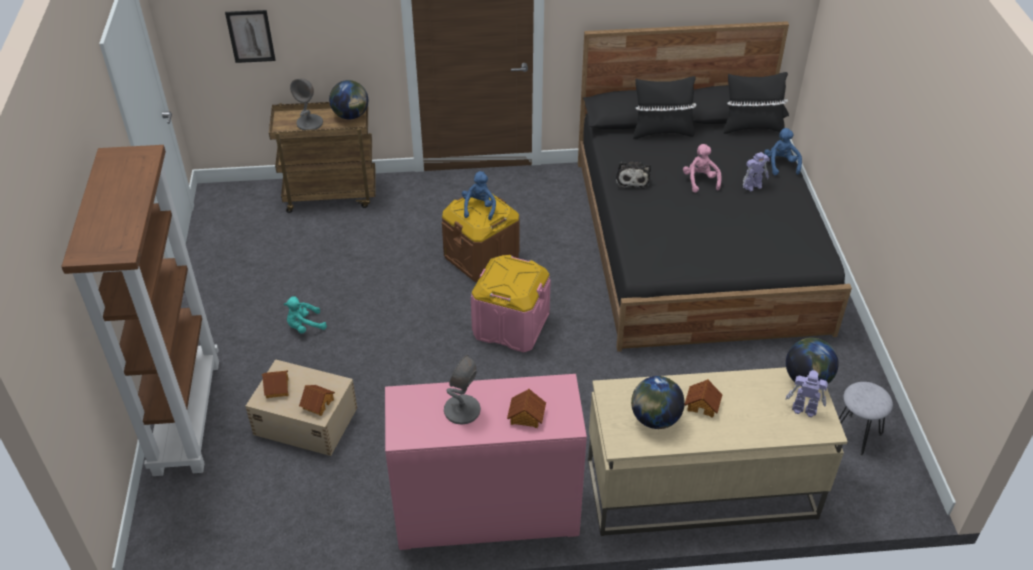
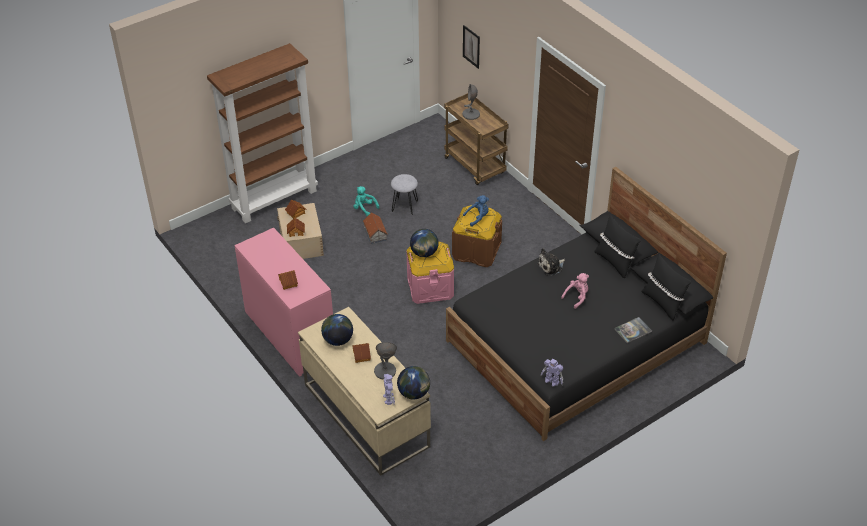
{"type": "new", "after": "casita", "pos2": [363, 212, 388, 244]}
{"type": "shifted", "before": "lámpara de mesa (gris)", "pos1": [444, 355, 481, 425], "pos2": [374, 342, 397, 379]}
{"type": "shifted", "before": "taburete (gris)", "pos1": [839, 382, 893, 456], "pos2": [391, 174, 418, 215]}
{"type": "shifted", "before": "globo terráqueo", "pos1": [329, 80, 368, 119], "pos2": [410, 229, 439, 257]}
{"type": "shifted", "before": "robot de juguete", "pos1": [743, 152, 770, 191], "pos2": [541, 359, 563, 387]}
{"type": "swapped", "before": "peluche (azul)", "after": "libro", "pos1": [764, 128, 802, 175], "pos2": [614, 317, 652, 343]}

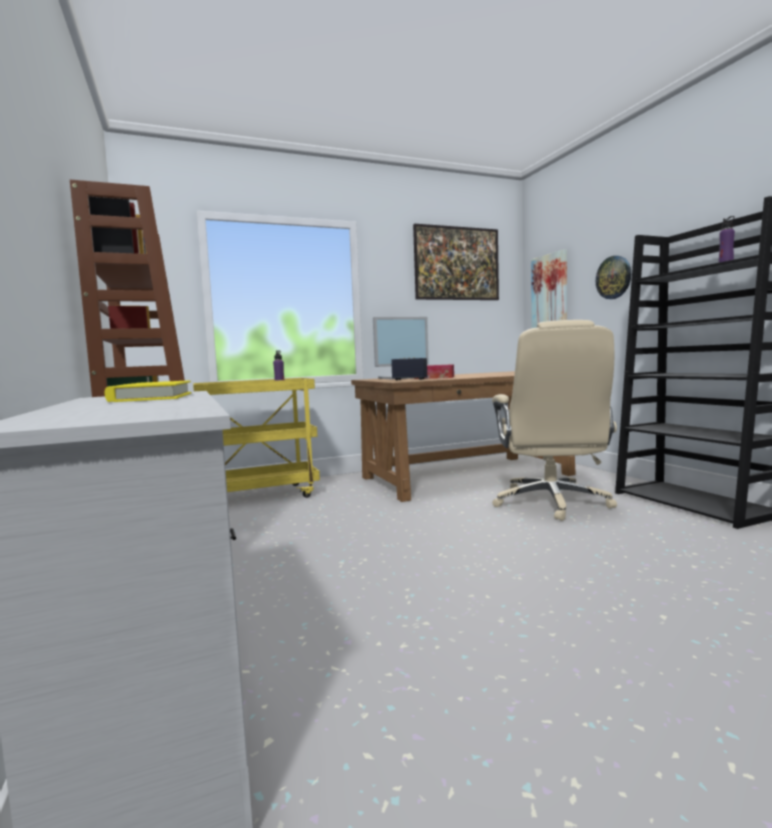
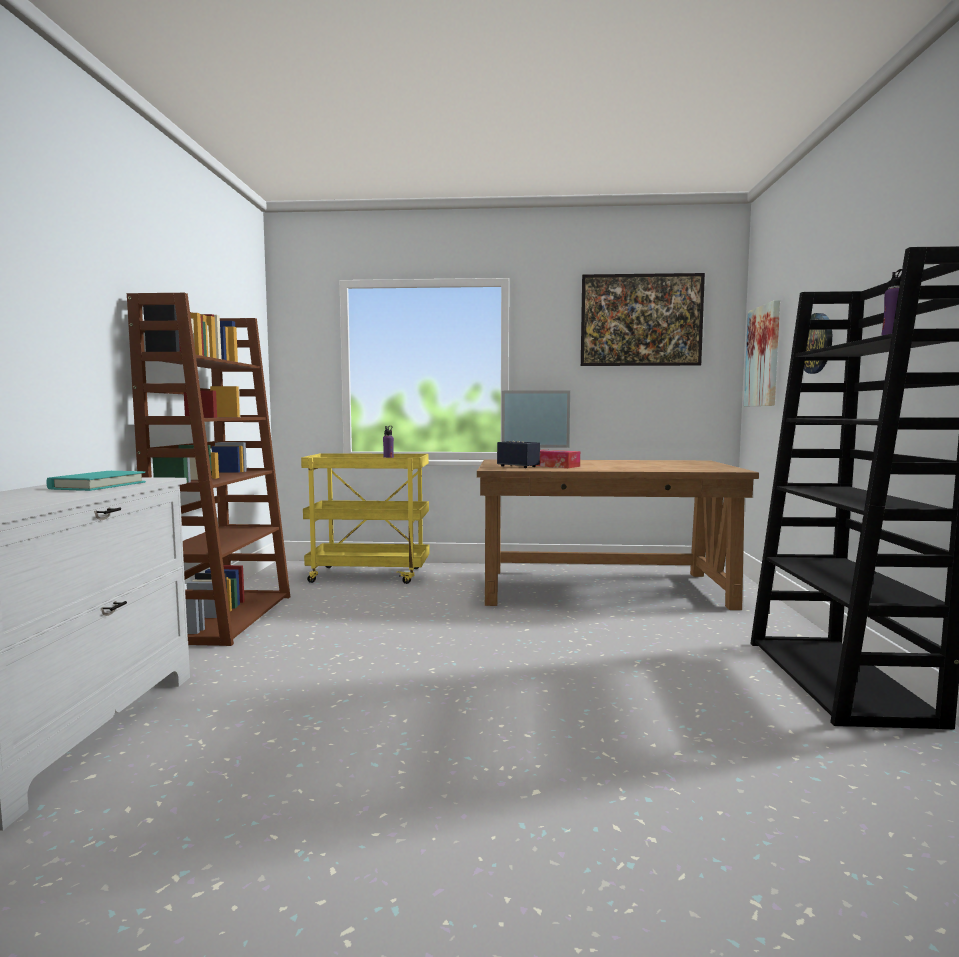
{"type": "repainted", "before": "libro (amarillo)", "after": "libro (turquesa)", "pos1": [105, 380, 192, 402], "pos2": [46, 471, 146, 491]}
{"type": "gone", "before": "silla de oficina (beis)", "pos1": [492, 320, 617, 521]}

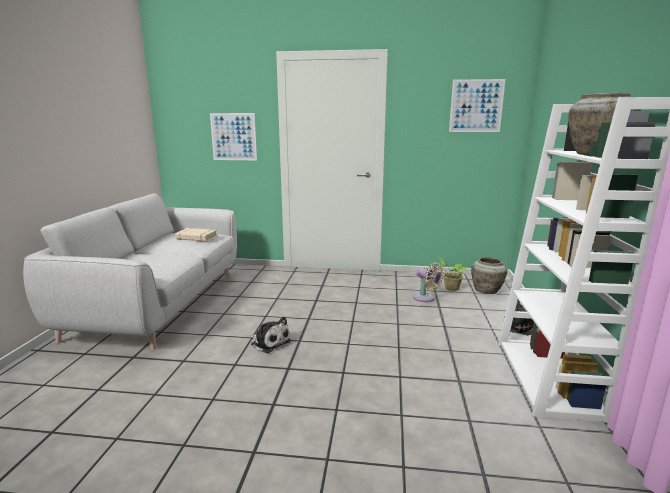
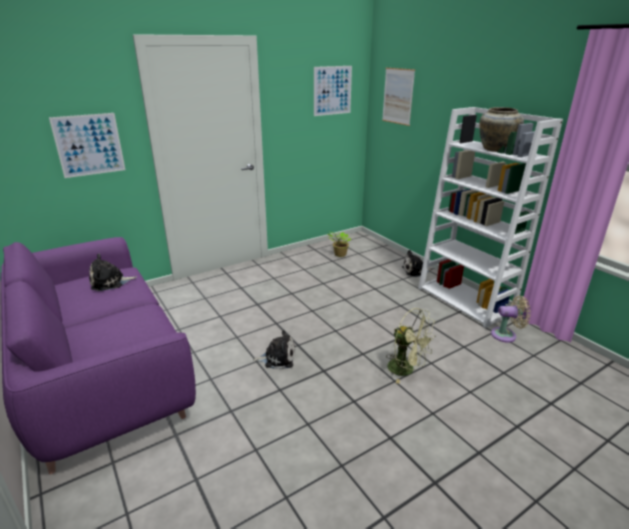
{"type": "repainted", "before": "sofá (gris)", "after": "sofá (morado)", "pos1": [23, 193, 237, 350], "pos2": [1, 237, 196, 474]}
{"type": "swapped", "before": "libro (beis)", "after": "peluche", "pos1": [175, 228, 217, 241], "pos2": [89, 254, 137, 291]}
{"type": "new", "after": "cuadro", "pos2": [382, 68, 415, 126]}
{"type": "new", "after": "ventilador (verde)", "pos2": [386, 308, 436, 384]}
{"type": "shifted", "before": "ventilador (beis)", "pos1": [413, 262, 444, 302], "pos2": [491, 296, 531, 343]}
{"type": "gone", "before": "florero (beis)", "pos1": [471, 257, 507, 294]}

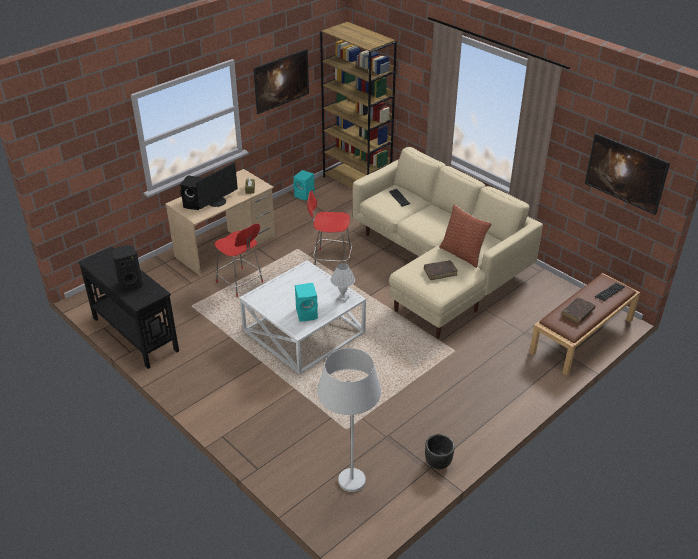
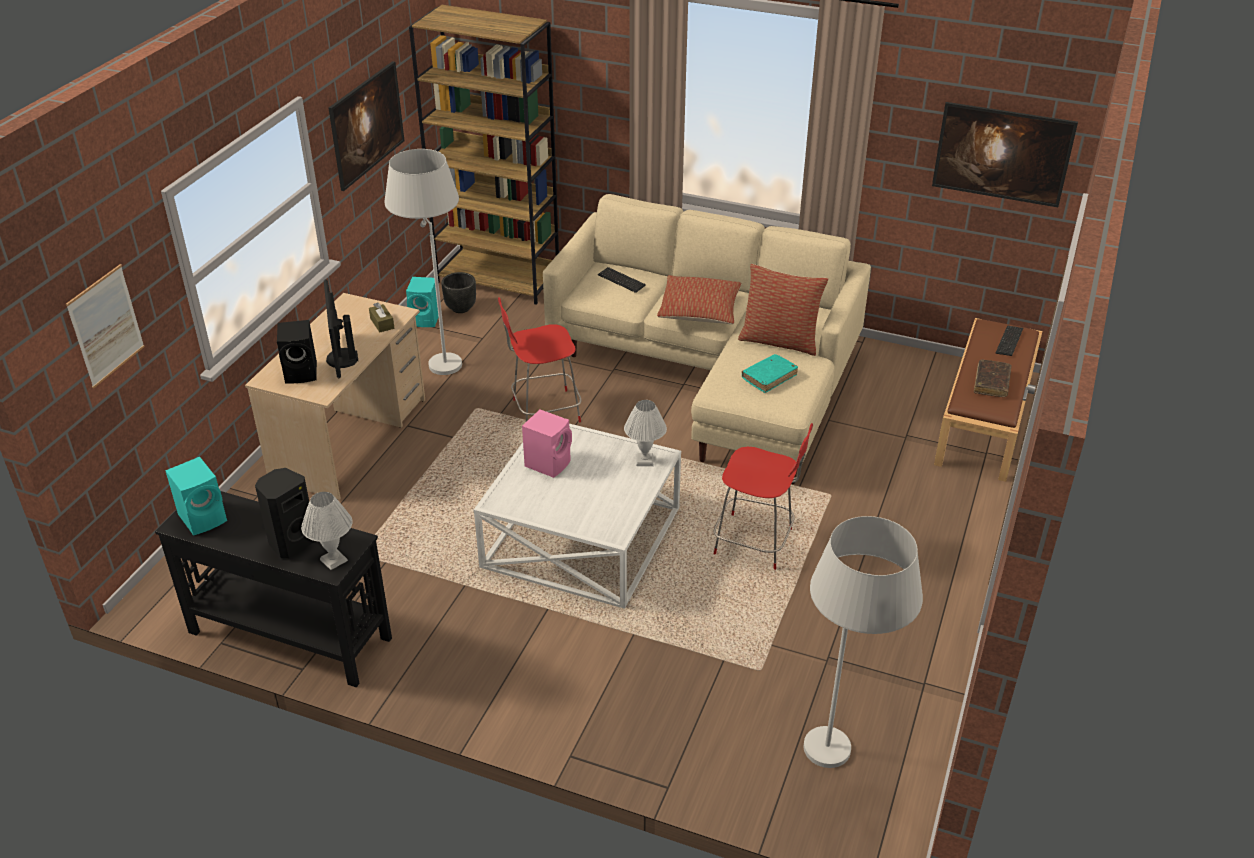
{"type": "new", "after": "cuadro", "pos2": [66, 264, 145, 388]}
{"type": "shifted", "before": "altavoz (turquesa)", "pos1": [295, 283, 318, 321], "pos2": [165, 457, 227, 536]}
{"type": "new", "after": "lámpara de mesa (blanco)", "pos2": [301, 492, 352, 570]}
{"type": "rotated", "before": "monitor", "pos1": [196, 162, 238, 209], "pos2": [324, 279, 358, 378], "turn": 150}
{"type": "new", "after": "lámpara de pie (blanco)", "pos2": [385, 149, 462, 375]}
{"type": "shifted", "before": "maceta (negro)", "pos1": [425, 434, 455, 469], "pos2": [441, 272, 476, 313]}
{"type": "new", "after": "altavoz (rosa)", "pos2": [522, 409, 572, 478]}
{"type": "new", "after": "cojín", "pos2": [657, 275, 742, 324]}
{"type": "shifted", "before": "silla (rojo)", "pos1": [214, 223, 263, 297], "pos2": [714, 423, 813, 570]}
{"type": "repainted", "before": "libro (marrón)", "after": "libro (turquesa)", "pos1": [424, 260, 458, 280], "pos2": [742, 354, 798, 393]}

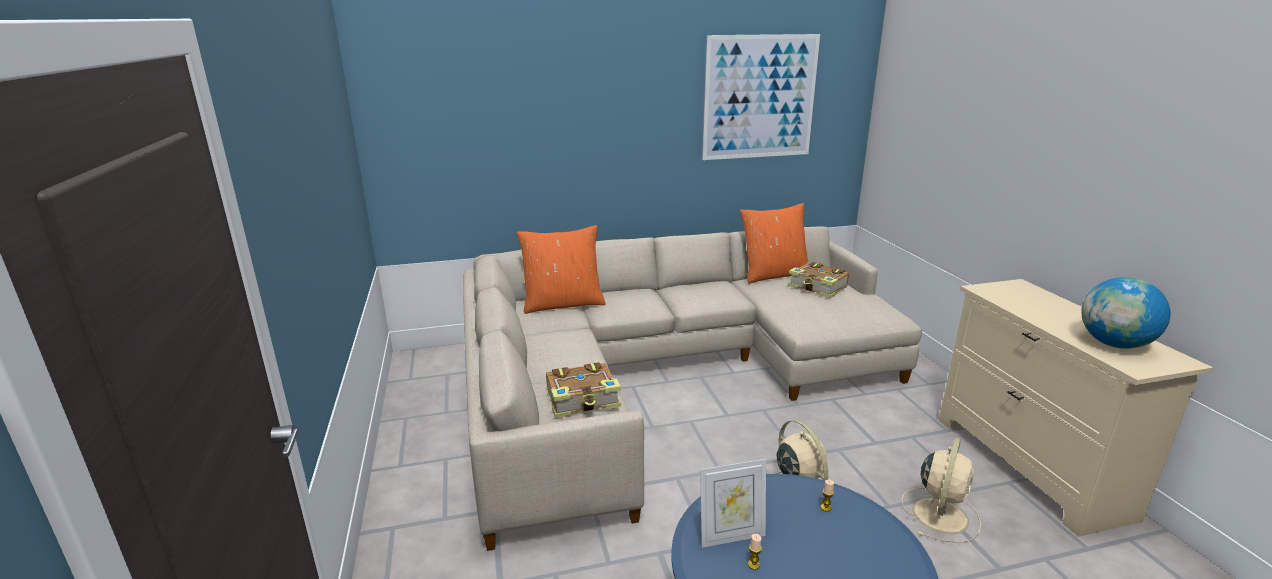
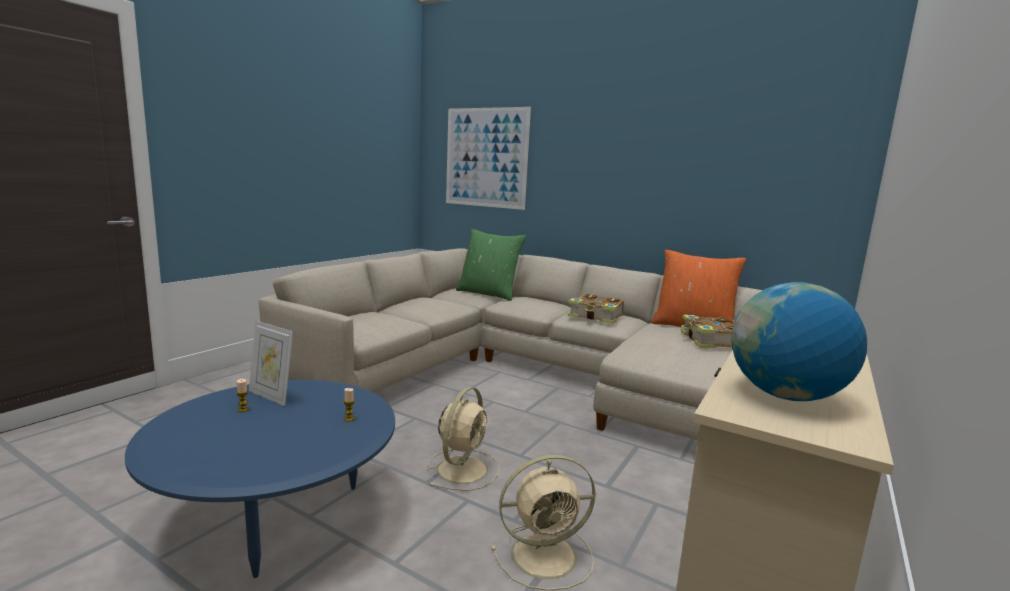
{"type": "shifted", "before": "cuadro", "pos1": [702, 34, 820, 160], "pos2": [446, 107, 531, 210]}
{"type": "repainted", "before": "cojín (naranja)", "after": "cojín (verde)", "pos1": [517, 225, 605, 314], "pos2": [456, 229, 526, 301]}
{"type": "shifted", "before": "libro", "pos1": [546, 362, 621, 418], "pos2": [568, 294, 624, 324]}

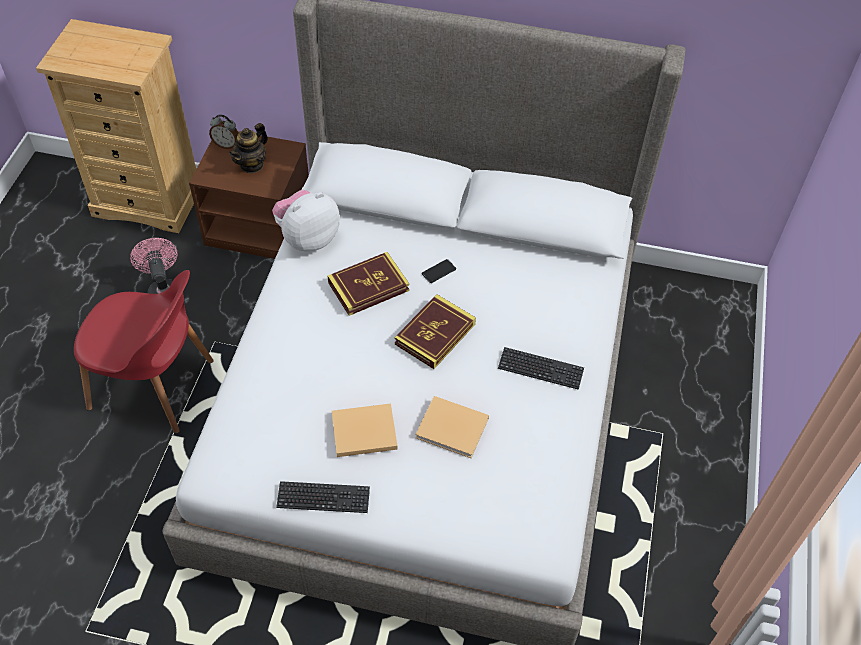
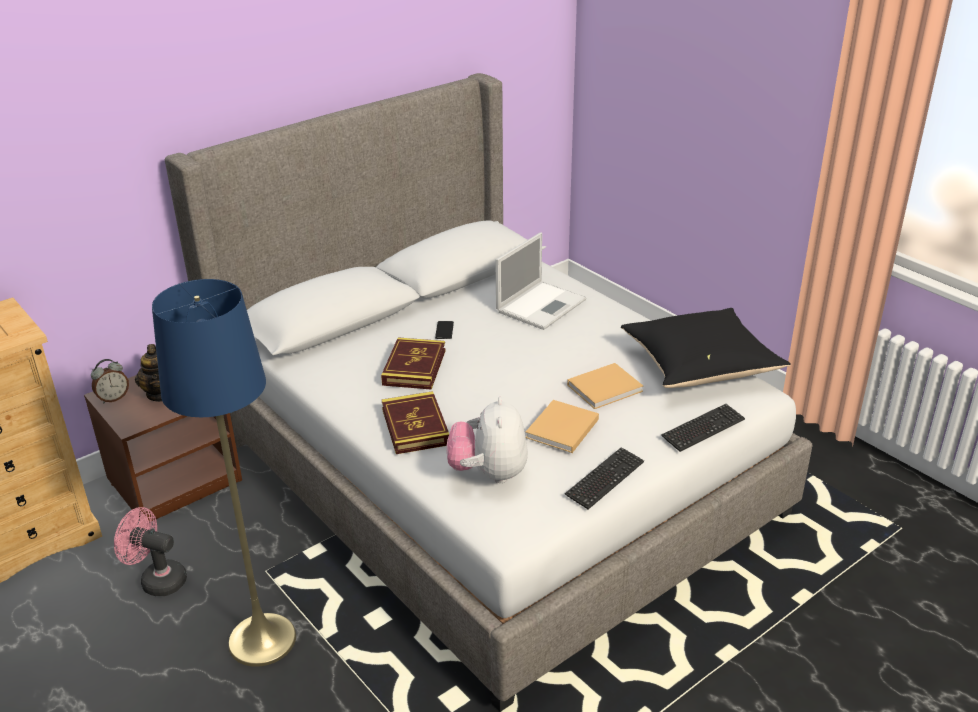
{"type": "swapped", "before": "silla (rojo)", "after": "lámpara de pie (azul)", "pos1": [74, 270, 214, 433], "pos2": [152, 279, 296, 667]}
{"type": "shifted", "before": "libro", "pos1": [395, 294, 476, 369], "pos2": [382, 391, 449, 454]}
{"type": "shifted", "before": "peluche", "pos1": [272, 190, 340, 251], "pos2": [447, 397, 528, 483]}
{"type": "new", "after": "portátil", "pos2": [495, 232, 586, 330]}
{"type": "new", "after": "cojín (negro)", "pos2": [621, 308, 791, 388]}
{"type": "shifted", "before": "teclado", "pos1": [498, 347, 584, 390], "pos2": [661, 404, 745, 452]}

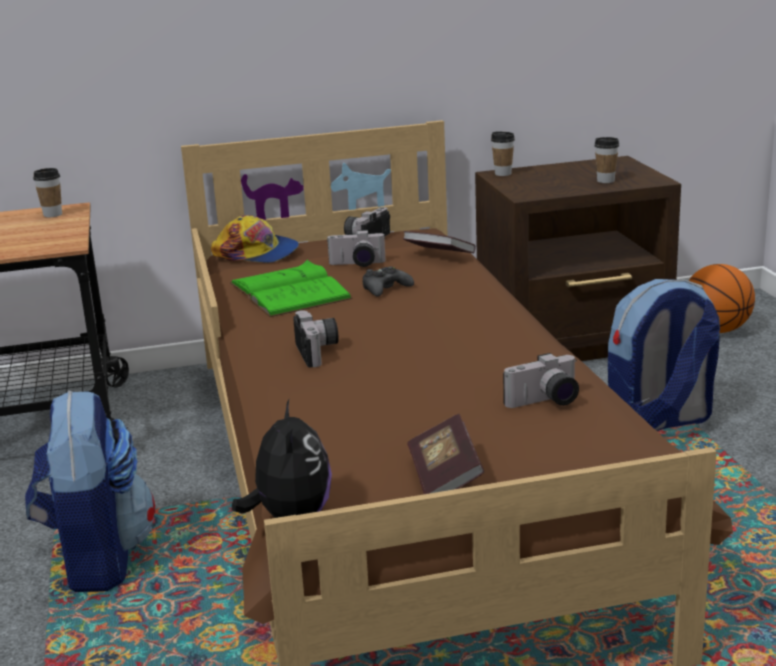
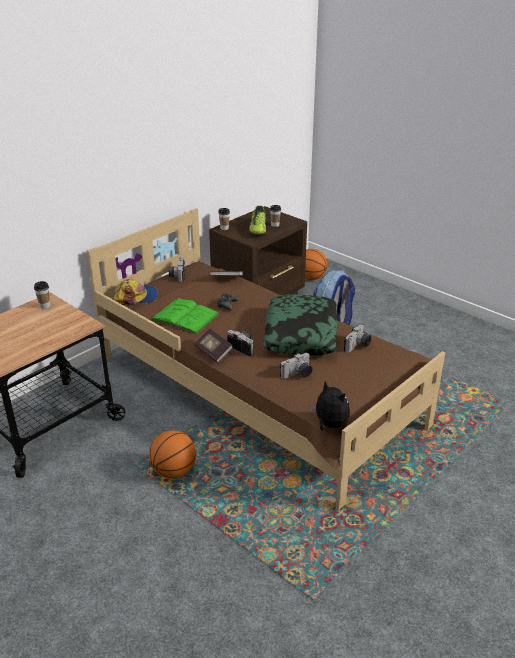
{"type": "swapped", "before": "mochila", "after": "balón de baloncesto", "pos1": [25, 390, 155, 592], "pos2": [149, 431, 196, 478]}
{"type": "shifted", "before": "libro", "pos1": [407, 414, 484, 494], "pos2": [194, 328, 233, 363]}
{"type": "new", "after": "zapato", "pos2": [249, 205, 266, 235]}
{"type": "new", "after": "cojín", "pos2": [263, 294, 337, 356]}
{"type": "shifted", "before": "cámara", "pos1": [326, 230, 386, 267], "pos2": [280, 353, 313, 379]}

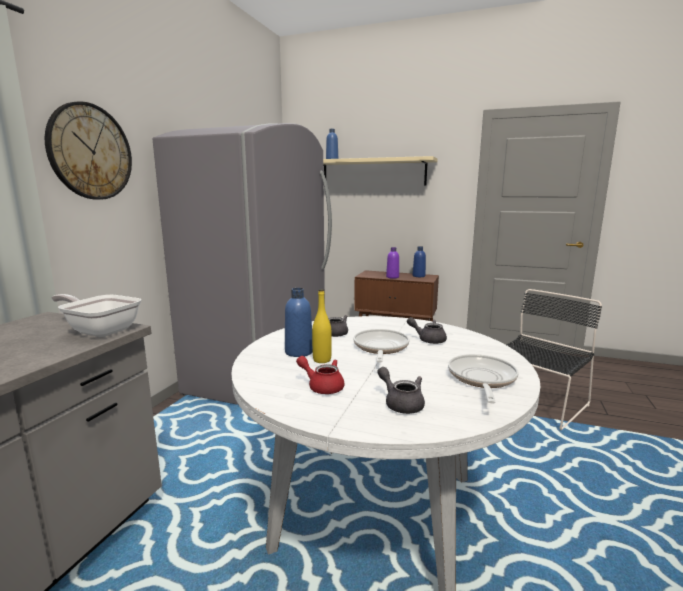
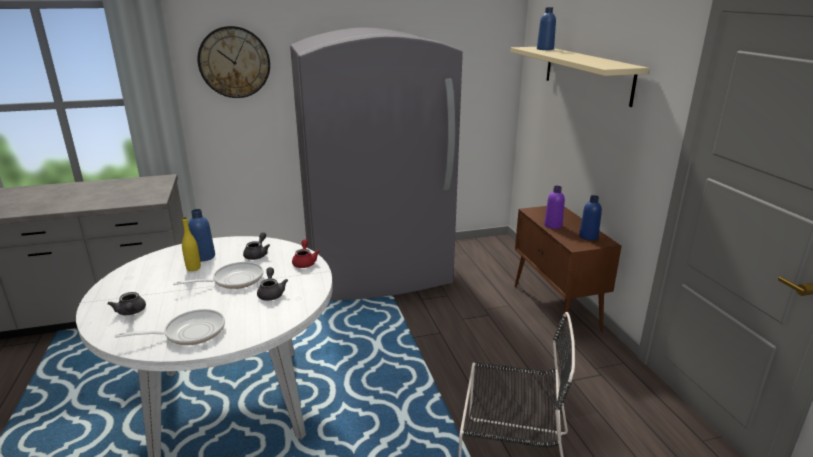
{"type": "rotated", "before": "tetera (gris)", "pos1": [377, 367, 425, 414], "pos2": [108, 292, 146, 315], "turn": 135}
{"type": "shifted", "before": "tetera (rojo)", "pos1": [296, 356, 344, 394], "pos2": [292, 239, 320, 268]}
{"type": "gone", "before": "sartén", "pos1": [51, 294, 141, 337]}

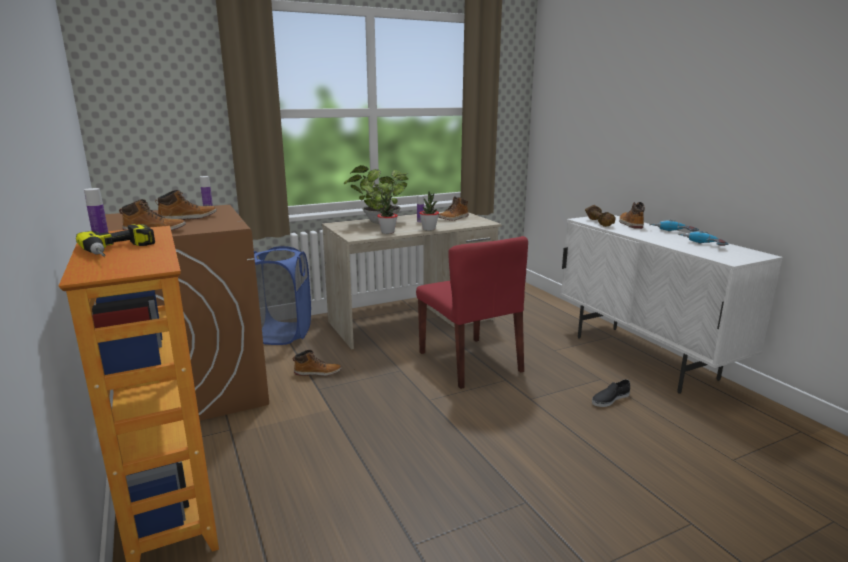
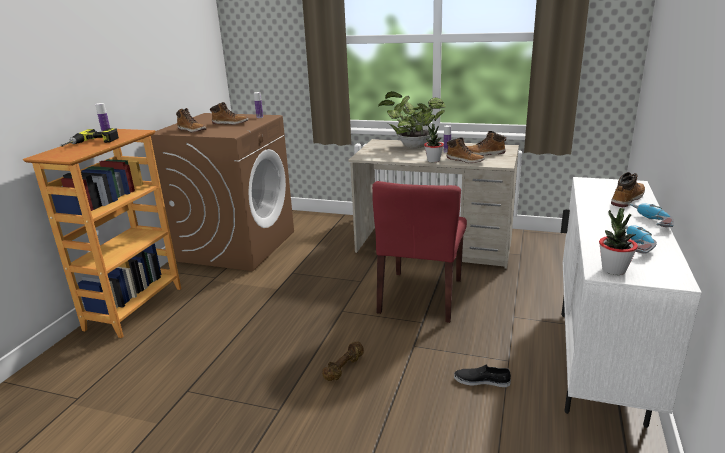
{"type": "shifted", "before": "mancuerna (marrón)", "pos1": [585, 205, 616, 227], "pos2": [322, 342, 364, 381]}
{"type": "shifted", "before": "bota", "pos1": [293, 350, 341, 376], "pos2": [447, 137, 485, 163]}
{"type": "shifted", "before": "planta en maceta", "pos1": [377, 194, 398, 234], "pos2": [599, 208, 638, 275]}
{"type": "gone", "before": "cesto de la ropa (azul)", "pos1": [254, 246, 311, 345]}

